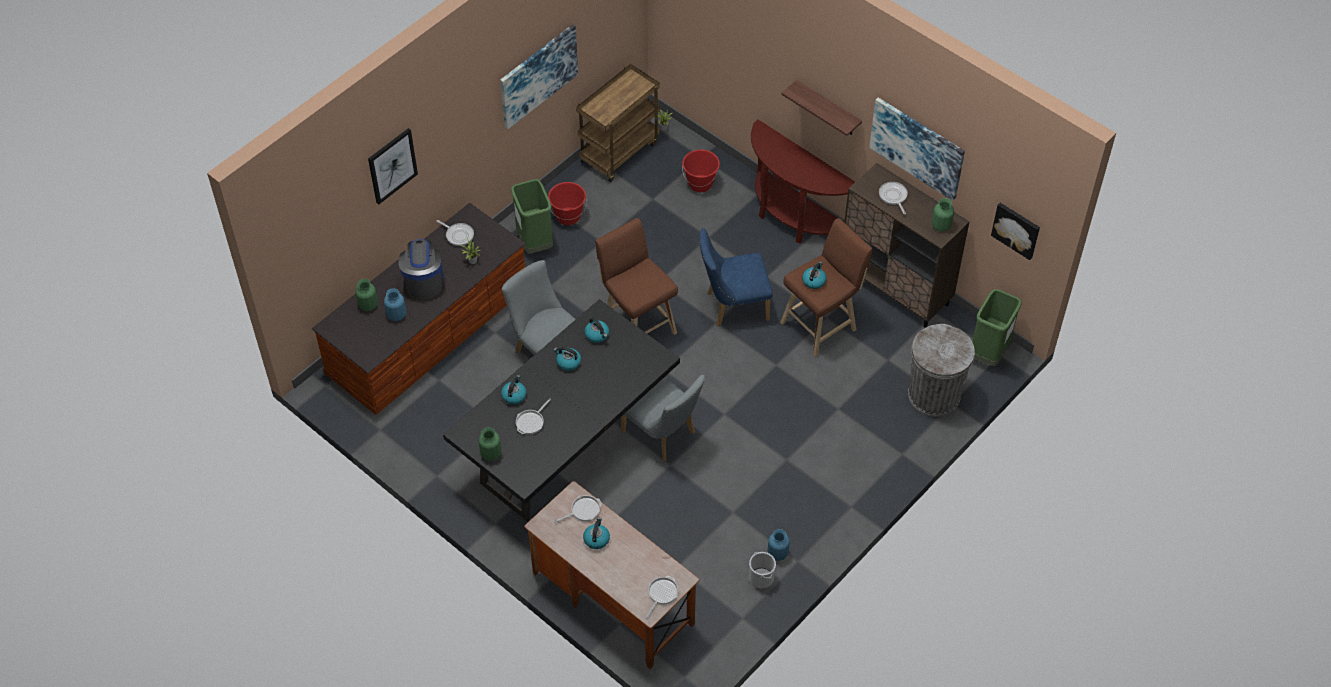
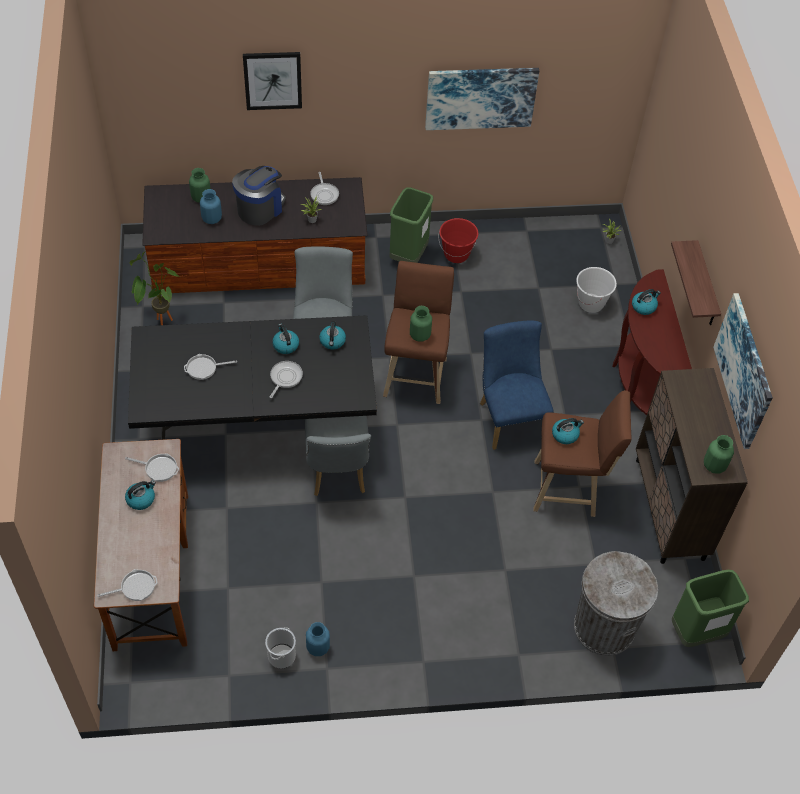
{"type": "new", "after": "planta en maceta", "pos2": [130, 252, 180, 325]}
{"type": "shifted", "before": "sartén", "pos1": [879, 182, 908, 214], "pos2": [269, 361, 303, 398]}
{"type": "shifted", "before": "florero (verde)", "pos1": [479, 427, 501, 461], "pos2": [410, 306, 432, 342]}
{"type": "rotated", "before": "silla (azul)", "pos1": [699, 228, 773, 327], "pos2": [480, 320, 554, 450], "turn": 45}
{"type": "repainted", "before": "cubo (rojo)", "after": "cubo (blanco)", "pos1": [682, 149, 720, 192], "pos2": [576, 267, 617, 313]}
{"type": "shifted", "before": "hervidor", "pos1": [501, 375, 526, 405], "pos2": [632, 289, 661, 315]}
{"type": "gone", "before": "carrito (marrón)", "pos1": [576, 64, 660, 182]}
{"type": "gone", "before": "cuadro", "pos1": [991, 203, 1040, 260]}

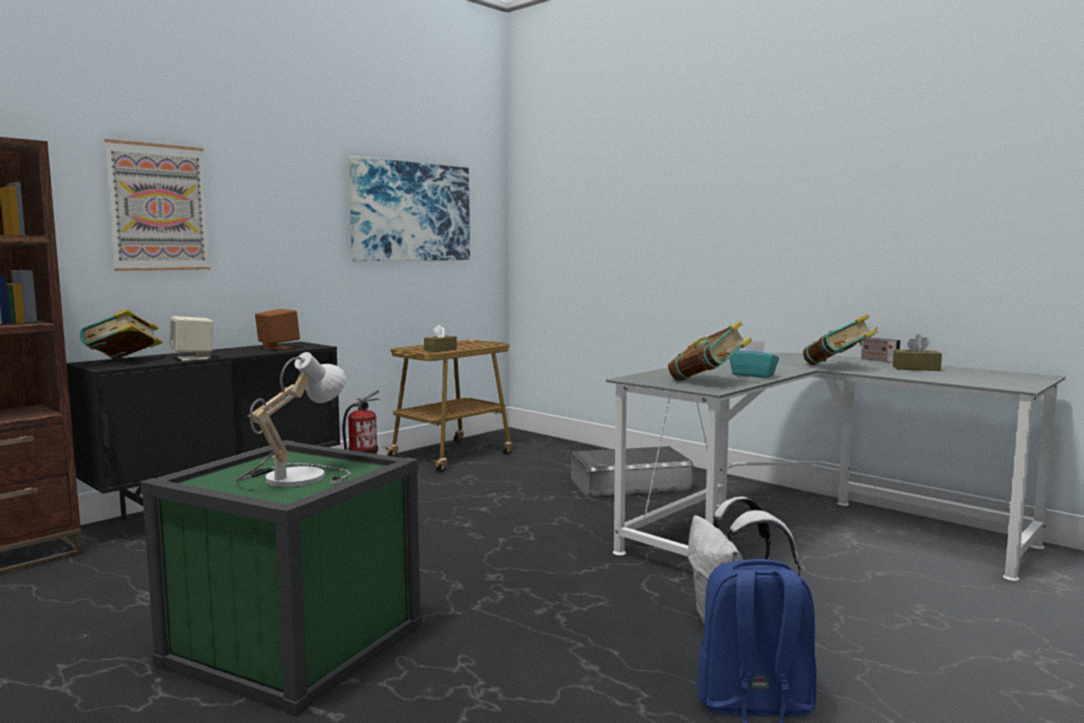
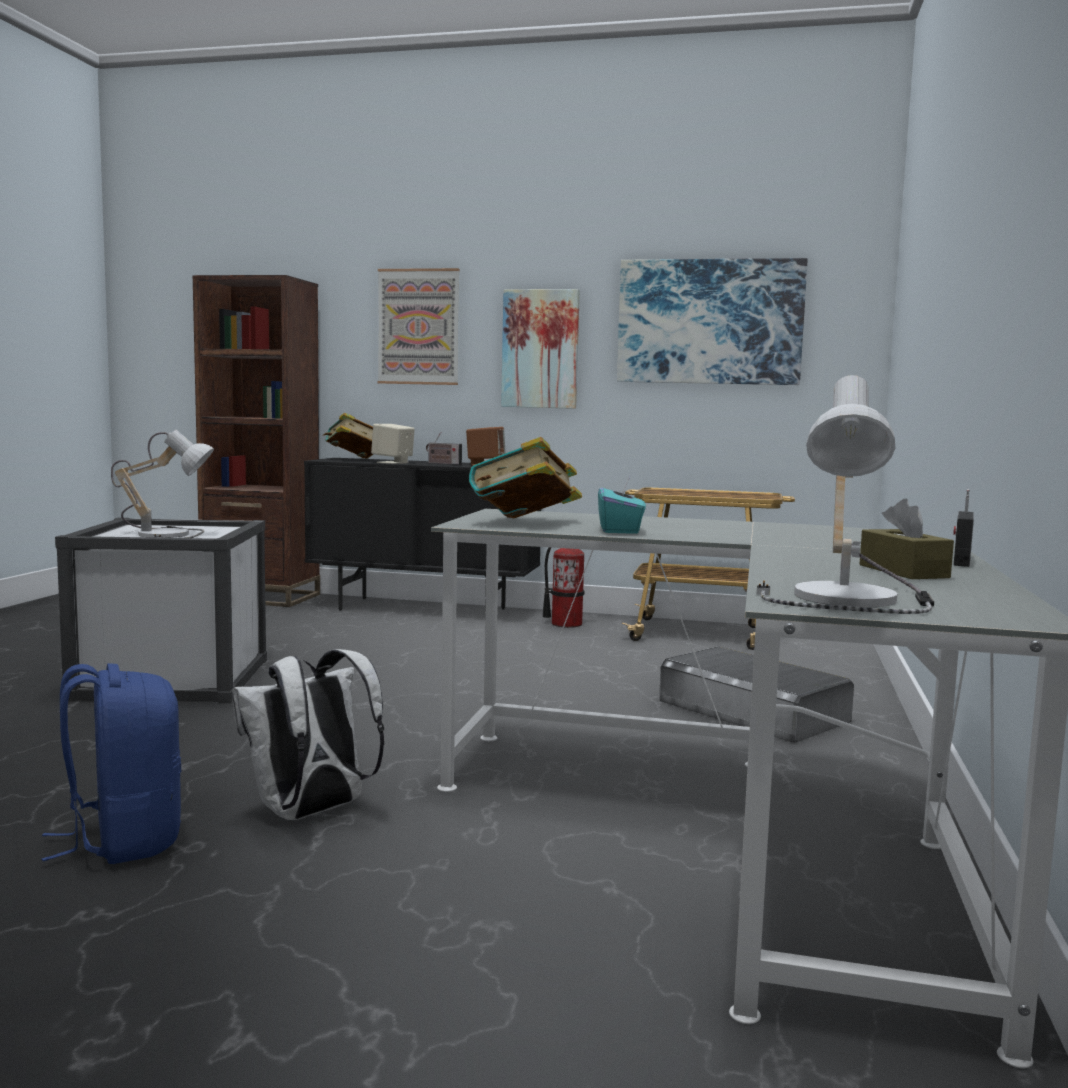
{"type": "repainted", "before": "caja de almacenaje (verde)", "after": "caja de almacenaje (blanco)", "pos1": [140, 440, 422, 717], "pos2": [55, 518, 267, 703]}
{"type": "new", "after": "radio", "pos2": [426, 432, 462, 465]}
{"type": "new", "after": "cuadro", "pos2": [501, 289, 580, 409]}
{"type": "new", "after": "lámpara de mesa", "pos2": [757, 375, 934, 614]}
{"type": "gone", "before": "caja de pañuelos (marrón)", "pos1": [424, 324, 457, 352]}
{"type": "gone", "before": "libro", "pos1": [803, 314, 878, 365]}

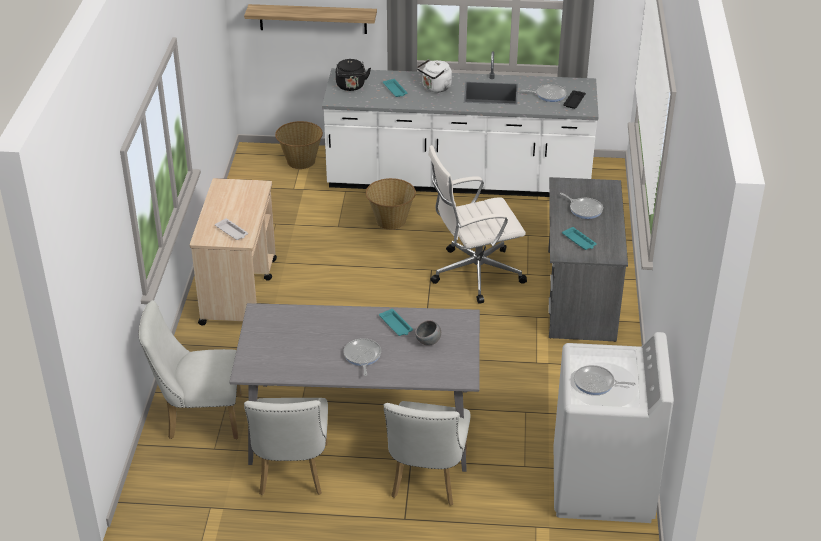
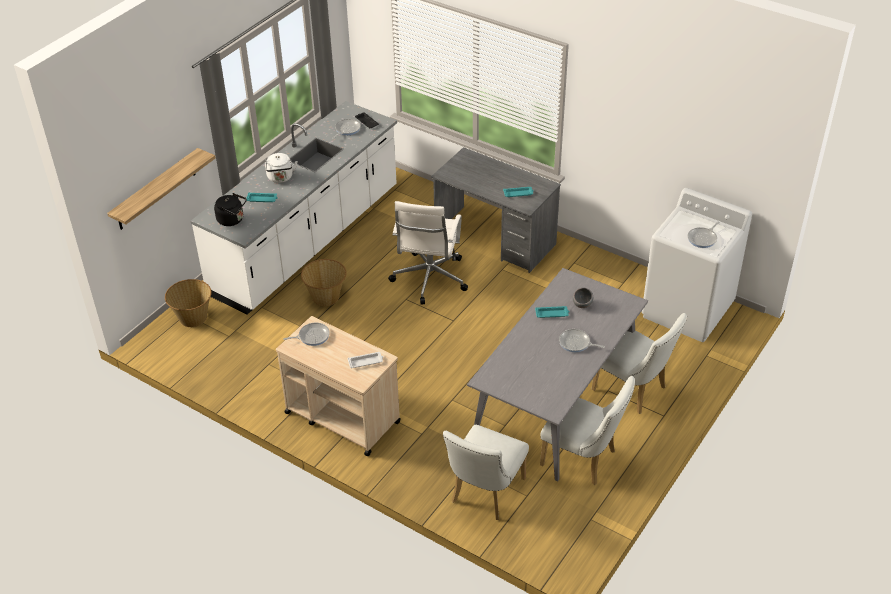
{"type": "shifted", "before": "sartén", "pos1": [560, 193, 603, 219], "pos2": [283, 323, 330, 346]}

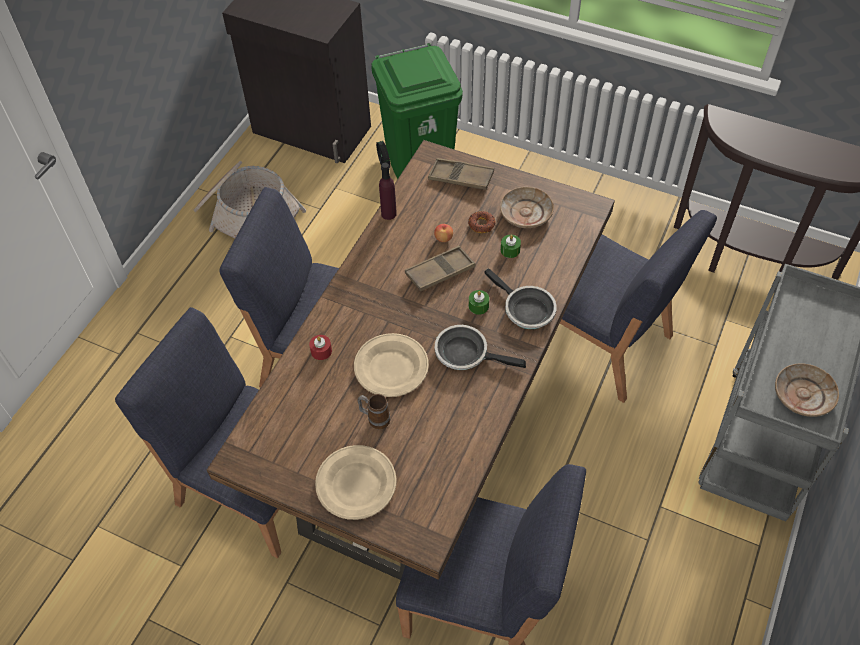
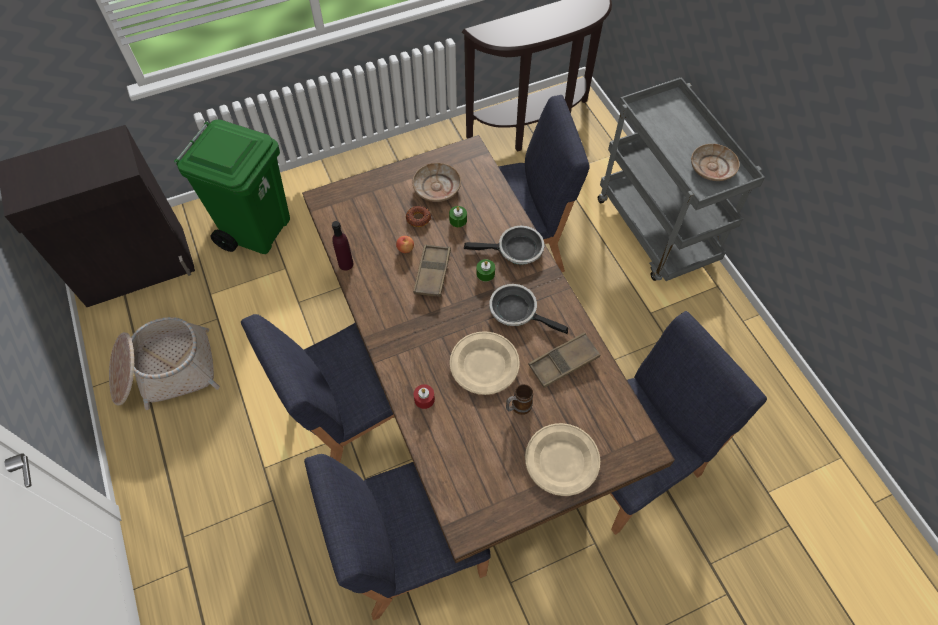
{"type": "rotated", "before": "sartén", "pos1": [435, 325, 526, 370], "pos2": [489, 284, 568, 334], "turn": 60}
{"type": "shifted", "before": "bandeja (marrón)", "pos1": [428, 158, 494, 190], "pos2": [528, 332, 600, 388]}

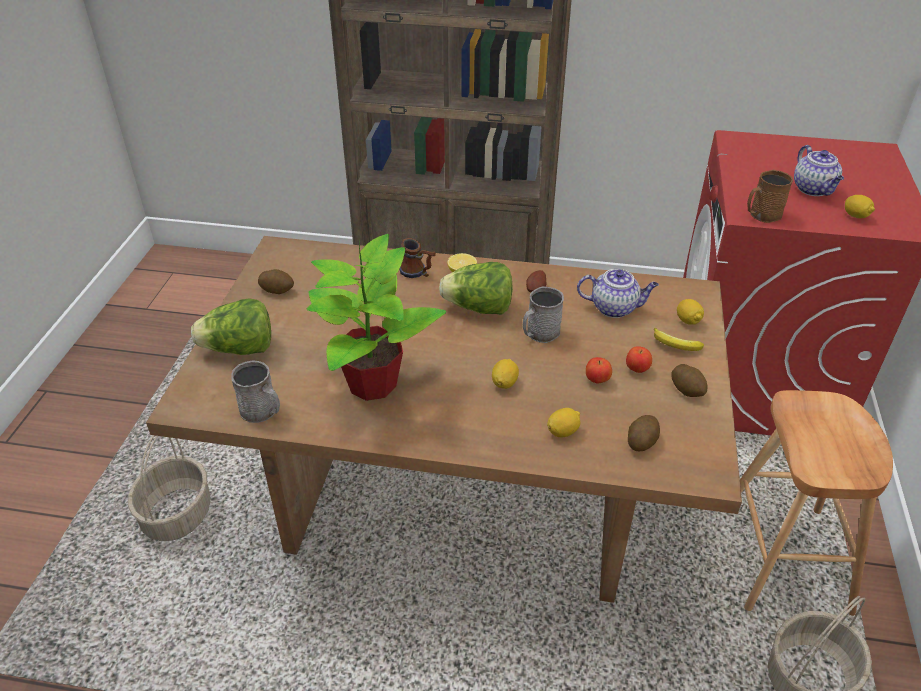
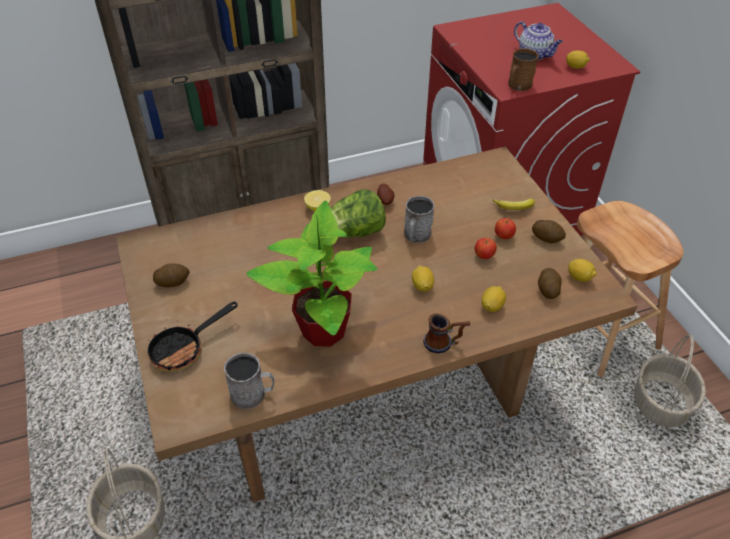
{"type": "swapped", "before": "lechuga", "after": "sartén", "pos1": [191, 299, 271, 355], "pos2": [148, 302, 238, 372]}
{"type": "shifted", "before": "taza grande", "pos1": [400, 238, 436, 278], "pos2": [423, 313, 470, 353]}
{"type": "shifted", "before": "limón", "pos1": [677, 299, 704, 325], "pos2": [568, 259, 597, 282]}
{"type": "gone", "before": "tetera", "pos1": [577, 269, 659, 318]}

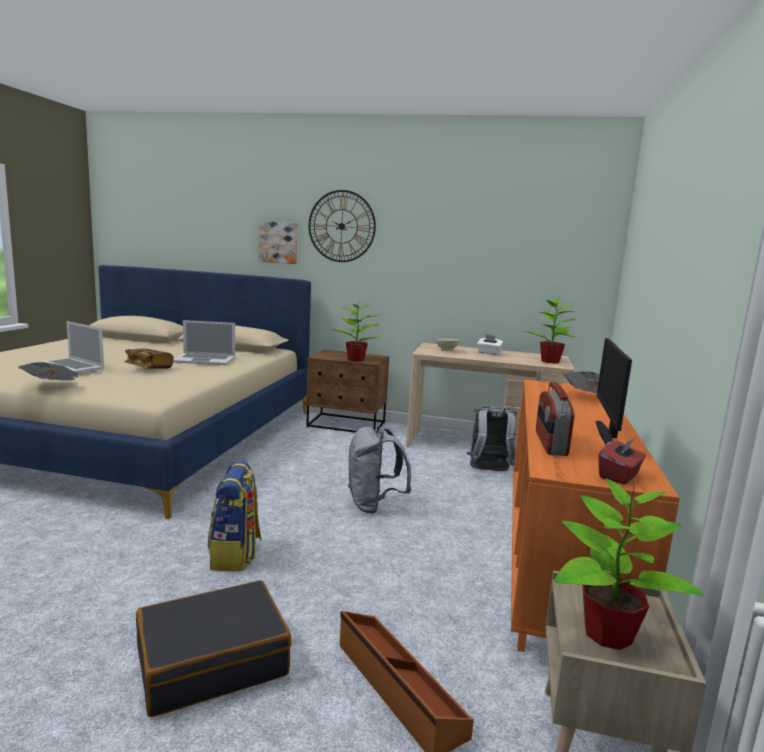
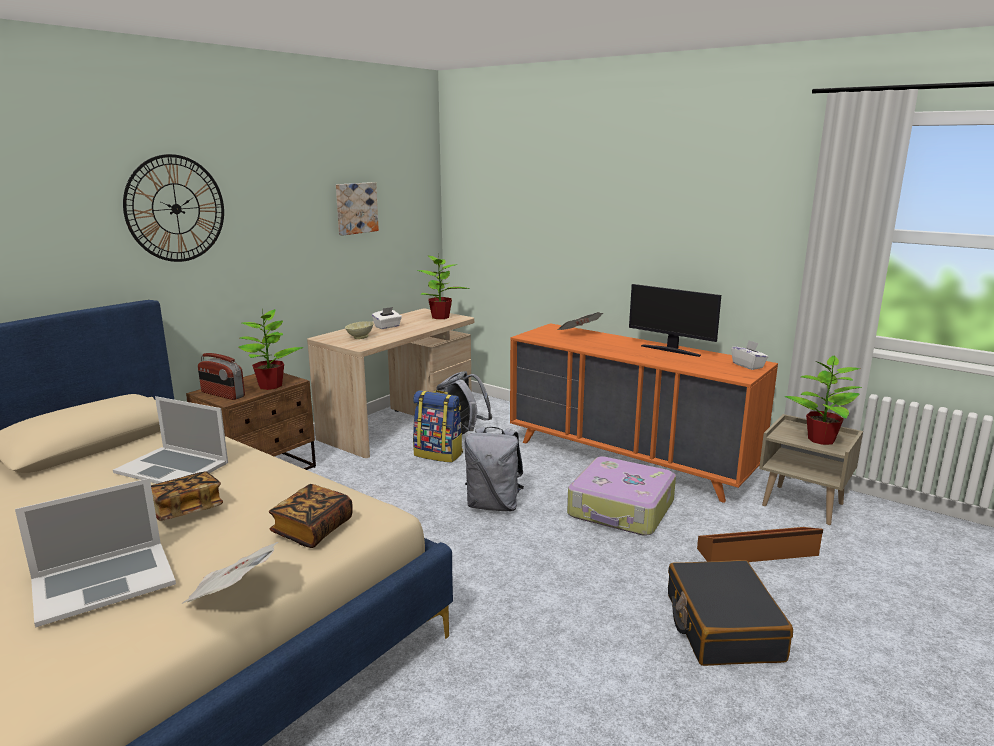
{"type": "rotated", "before": "portátil", "pos1": [173, 320, 235, 365], "pos2": [113, 396, 228, 484], "turn": 90}
{"type": "shifted", "before": "radio", "pos1": [536, 382, 574, 456], "pos2": [198, 353, 245, 400]}
{"type": "new", "after": "libro", "pos2": [269, 484, 353, 548]}
{"type": "shifted", "before": "cuadro", "pos1": [258, 221, 298, 264], "pos2": [336, 182, 379, 235]}
{"type": "shifted", "before": "mochila", "pos1": [208, 461, 261, 571], "pos2": [413, 390, 463, 463]}
{"type": "new", "after": "maleta", "pos2": [567, 456, 676, 536]}
{"type": "repainted", "before": "caja de pañuelos (rojo)", "after": "caja de pañuelos (blanco)", "pos1": [599, 437, 646, 485], "pos2": [731, 340, 768, 370]}

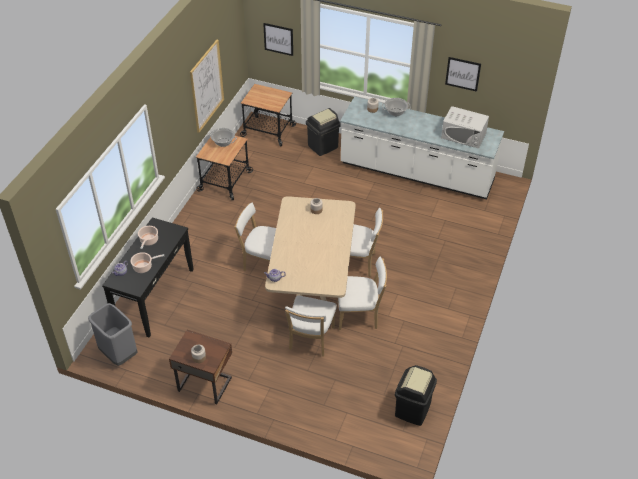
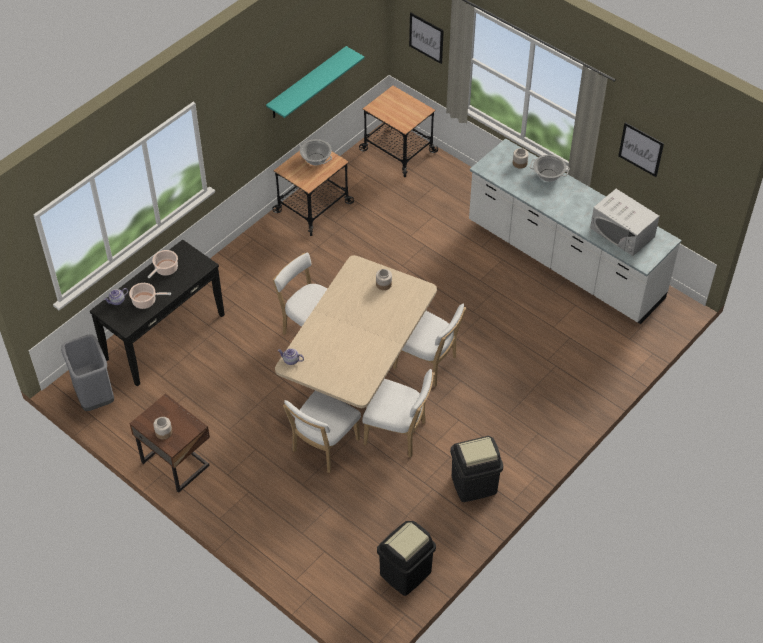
{"type": "swapped", "before": "cuadro", "after": "estante (turquesa)", "pos1": [190, 40, 224, 133], "pos2": [266, 46, 365, 118]}
{"type": "shifted", "before": "papelera (negro)", "pos1": [306, 108, 341, 156], "pos2": [450, 436, 503, 502]}

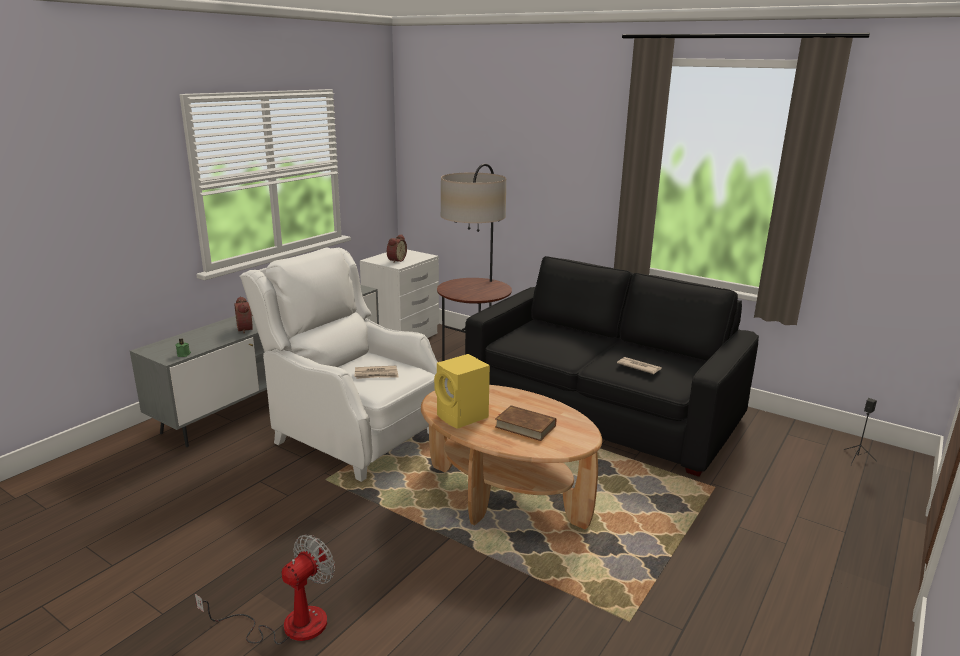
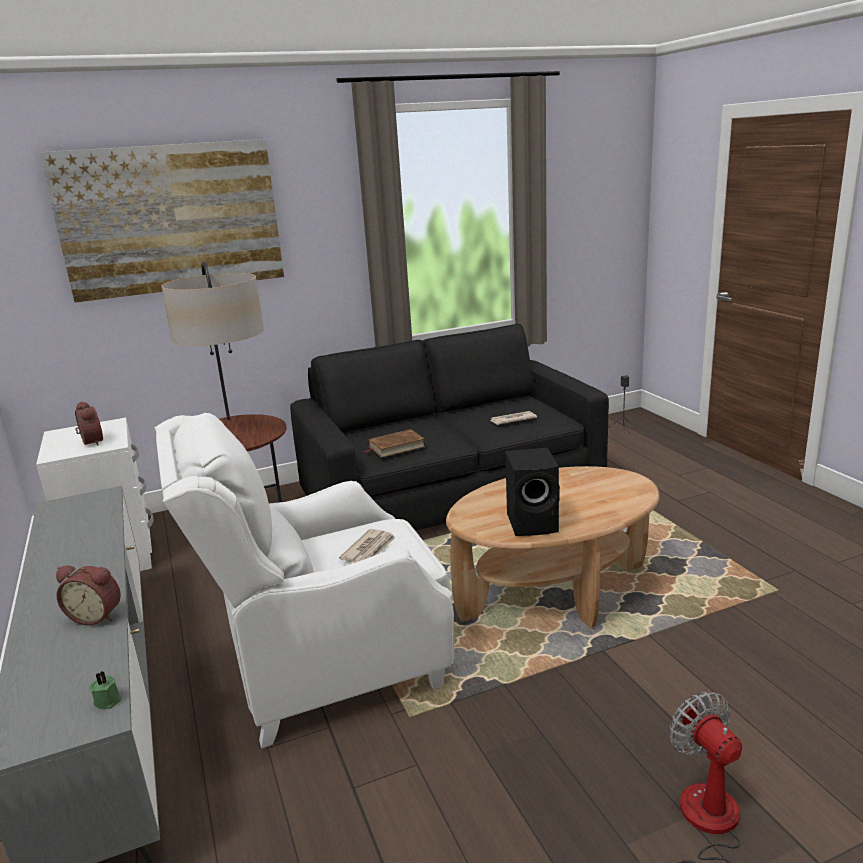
{"type": "new", "after": "cuadro", "pos2": [39, 139, 284, 303]}
{"type": "shifted", "before": "libro (marrón)", "pos1": [495, 405, 556, 441], "pos2": [364, 429, 425, 458]}
{"type": "repainted", "before": "altavoz (amarillo)", "after": "altavoz (negro)", "pos1": [434, 354, 490, 429], "pos2": [505, 448, 560, 536]}

